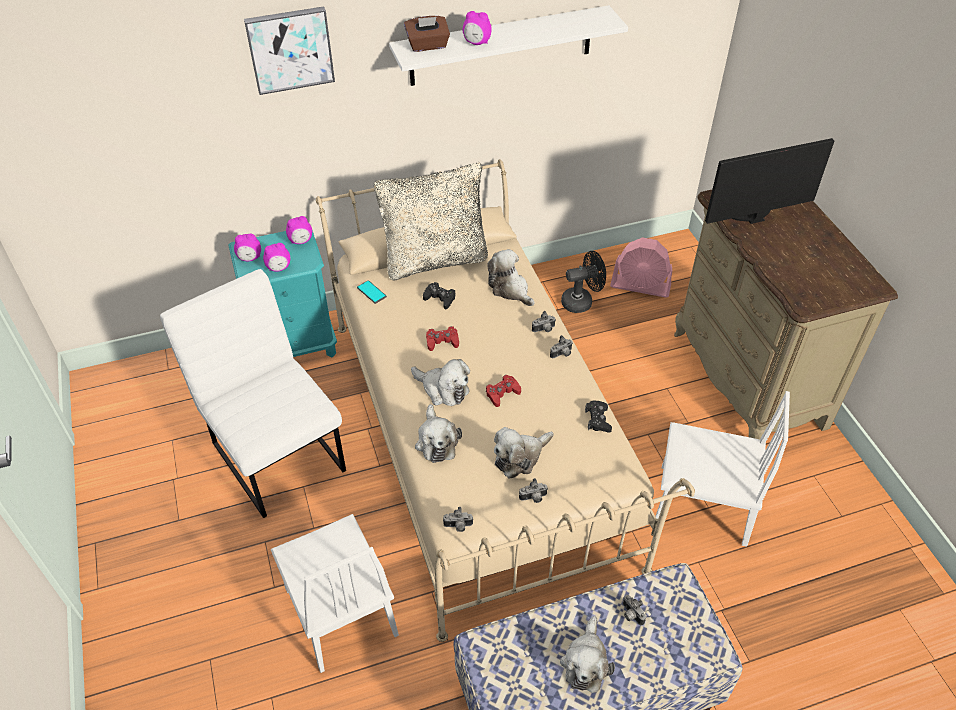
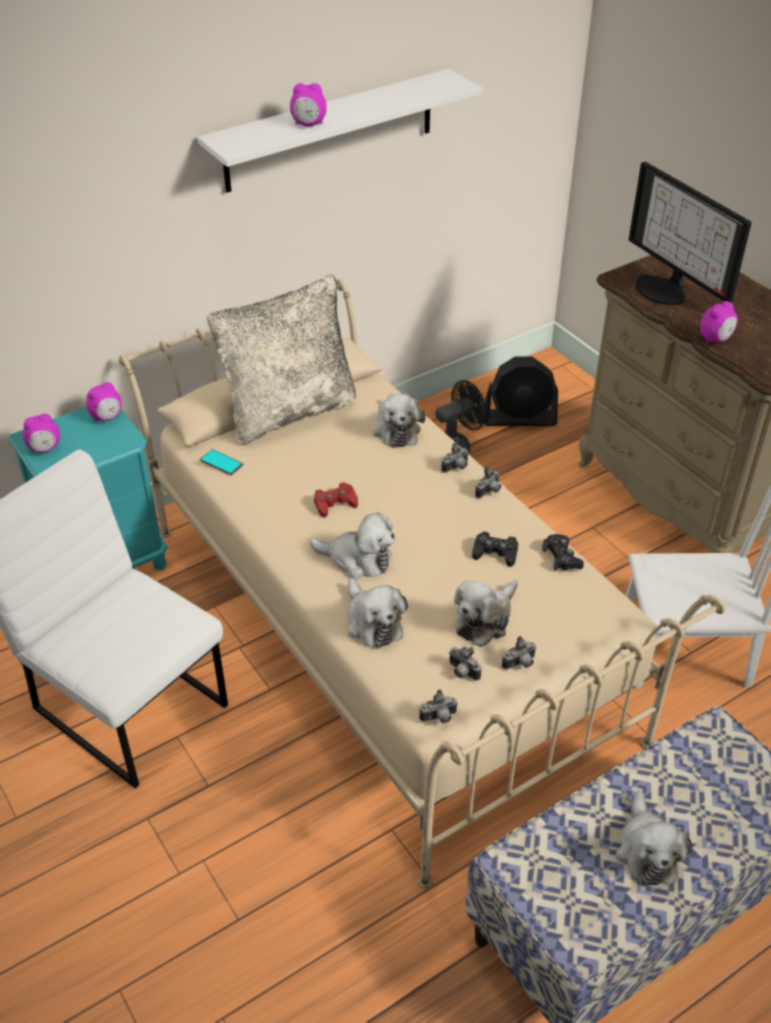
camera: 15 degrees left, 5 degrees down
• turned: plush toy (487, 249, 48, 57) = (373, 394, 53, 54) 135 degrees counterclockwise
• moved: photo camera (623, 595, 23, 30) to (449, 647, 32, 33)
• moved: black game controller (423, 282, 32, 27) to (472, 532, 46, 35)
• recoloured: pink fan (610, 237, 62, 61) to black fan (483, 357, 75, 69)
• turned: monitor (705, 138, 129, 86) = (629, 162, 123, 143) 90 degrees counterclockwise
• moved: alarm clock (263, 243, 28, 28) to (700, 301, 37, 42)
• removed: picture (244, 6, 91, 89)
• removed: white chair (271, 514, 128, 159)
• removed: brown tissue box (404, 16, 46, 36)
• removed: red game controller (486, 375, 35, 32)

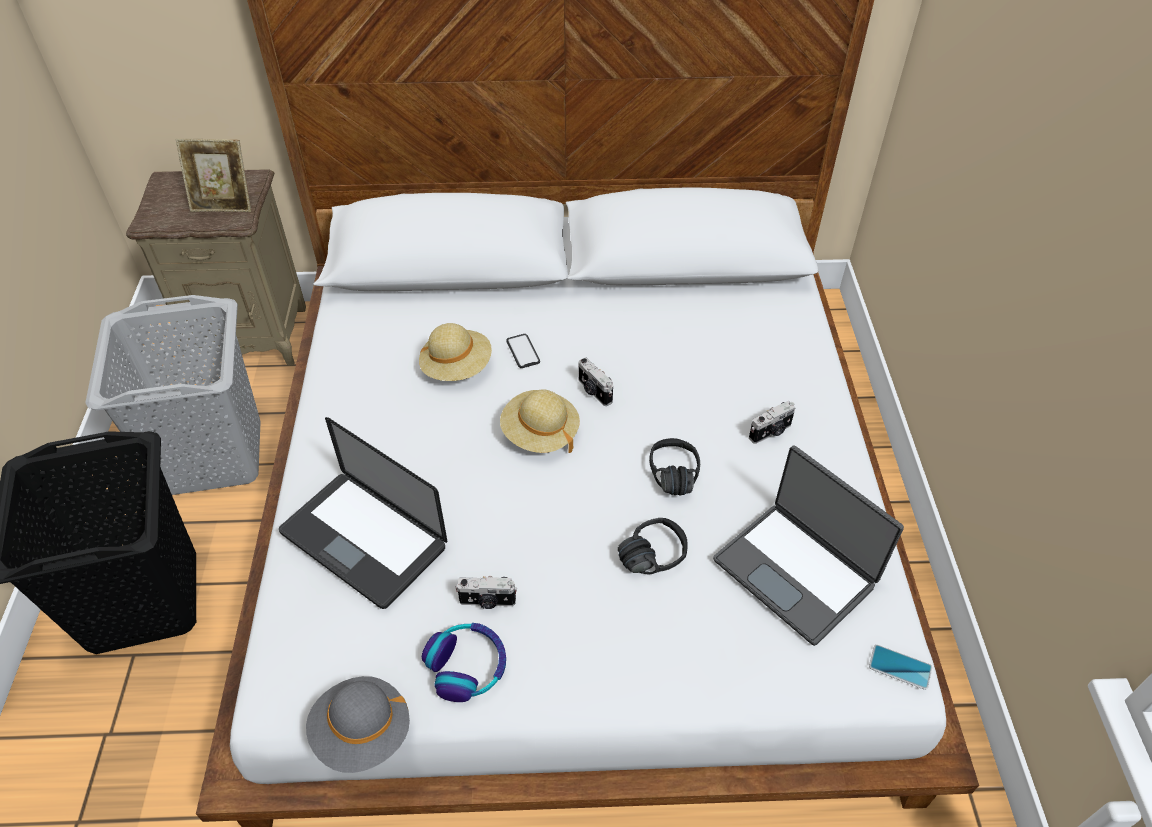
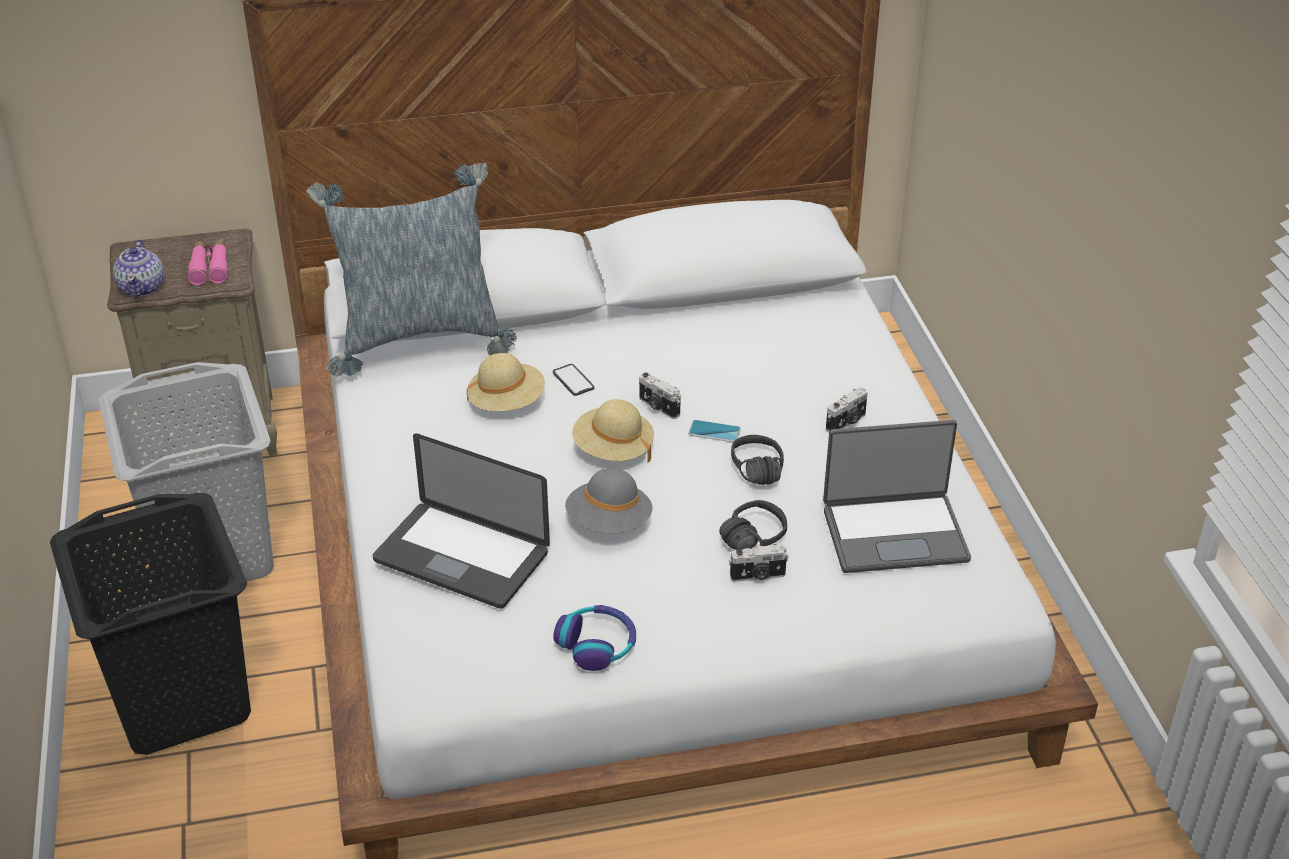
camera: 10 degrees left, 10 degrees down
• added: teapot (113, 239, 51, 58)
• replaced: picture frame (176, 139, 75, 73) to pink binoculars (187, 239, 41, 46)
• added: pillow (306, 163, 211, 214)
• moved: grey hat (306, 676, 104, 97) to (565, 468, 88, 66)
• moved: phone (869, 645, 63, 45) to (688, 420, 53, 22)
• moved: photo camera (455, 576, 62, 33) to (729, 544, 60, 38)
• turned: laptop (713, 445, 191, 201) = (823, 420, 148, 153) 45 degrees counterclockwise

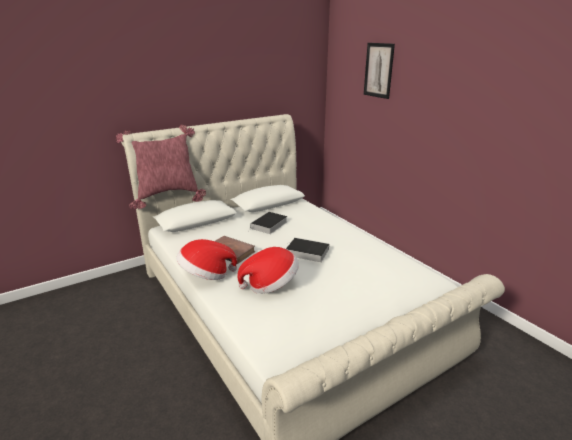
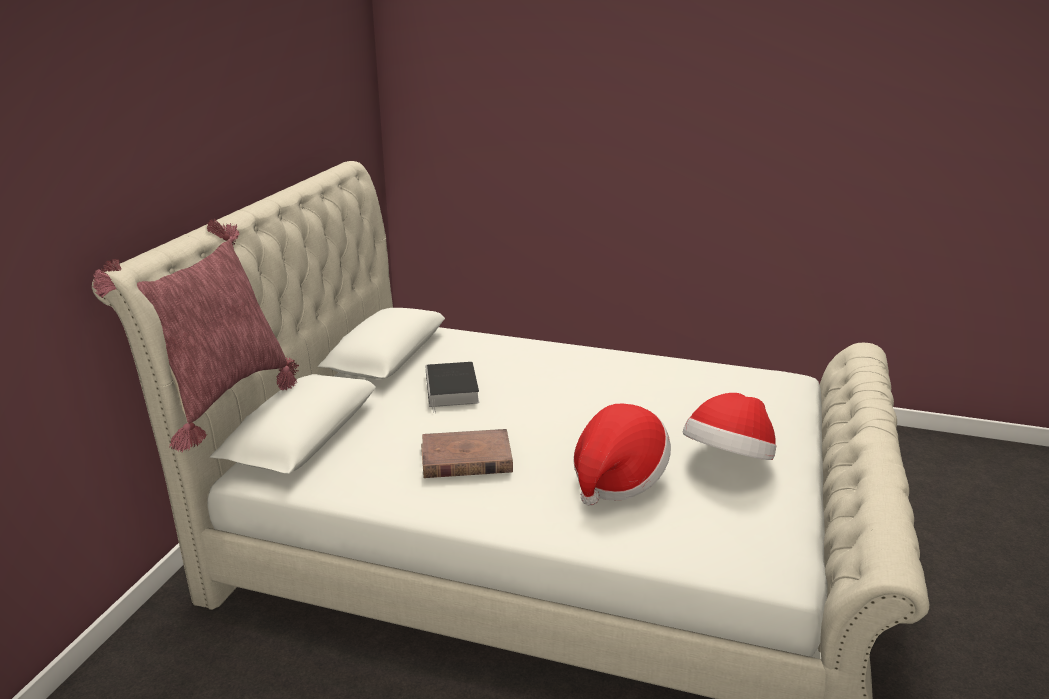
camera: 40 degrees left, 0 degrees up
• moved: hat (176, 239, 61, 41) to (683, 393, 93, 67)
• removed: book (286, 238, 43, 24)
• removed: picture (364, 43, 31, 56)

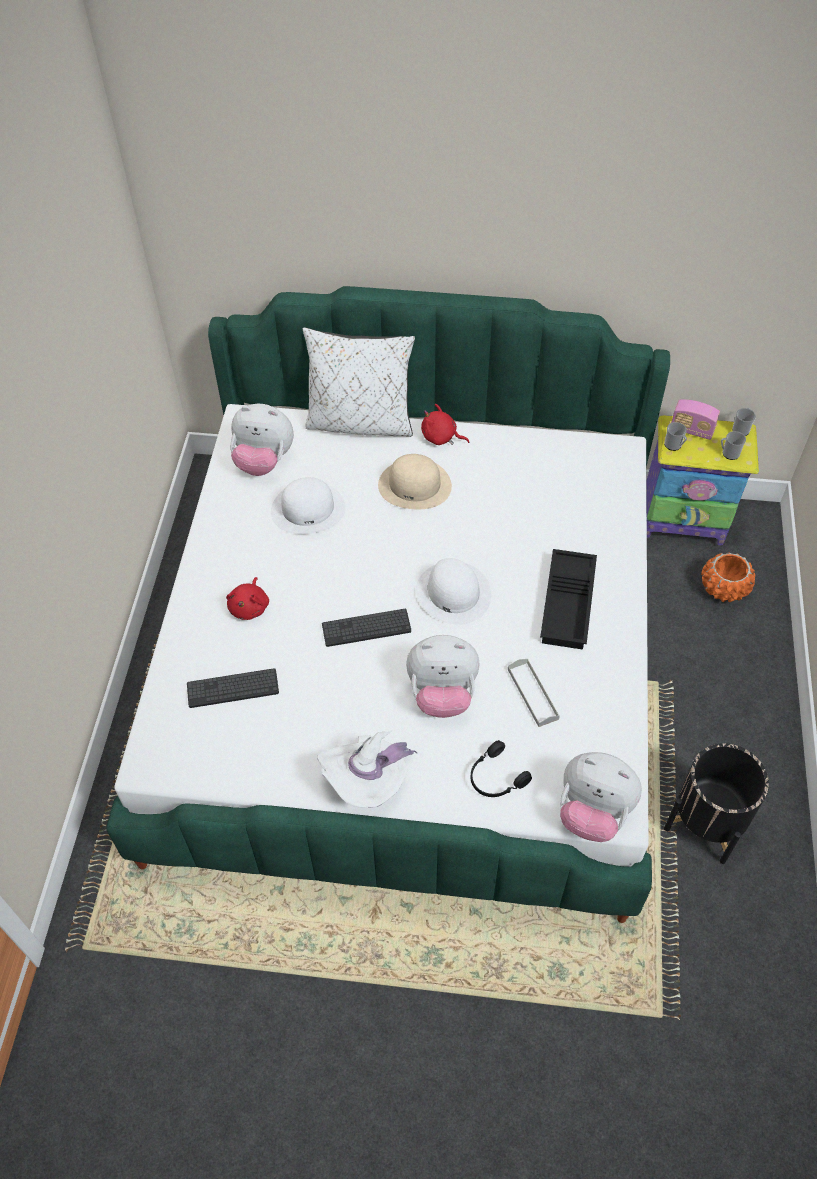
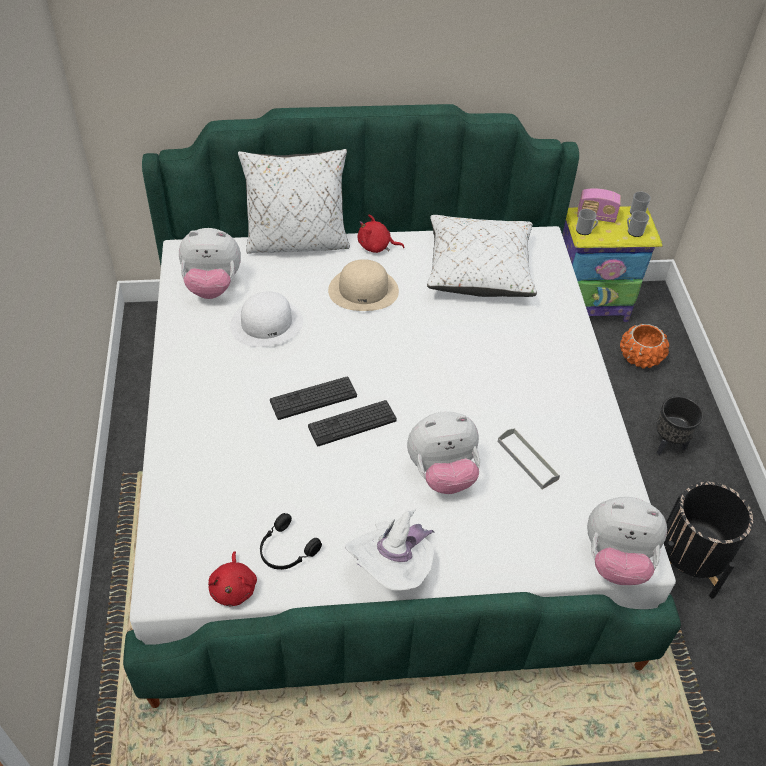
camera: 15 degrees left, 5 degrees down
• moved: red plush toy (226, 577, 43, 43) to (208, 551, 49, 56)
• moved: black headphones (471, 740, 61, 57) to (260, 513, 62, 57)
• moved: keyboard (187, 668, 92, 40) to (270, 376, 87, 44)
• added: white pillow (427, 215, 110, 82)
• added: black planter (656, 396, 47, 59)
• removed: white hat (416, 558, 75, 67)
• removed: black tray (540, 549, 57, 101)

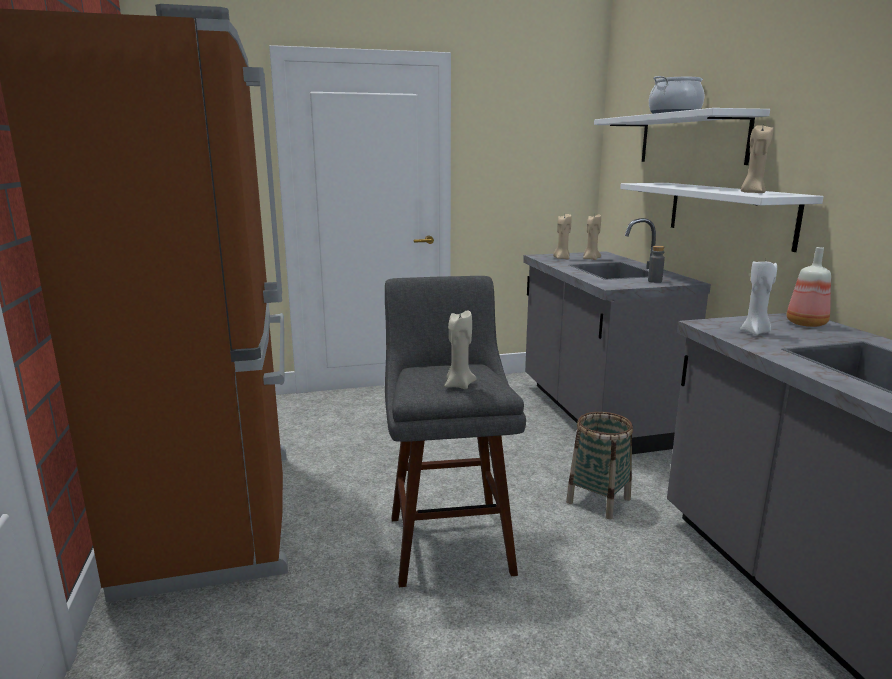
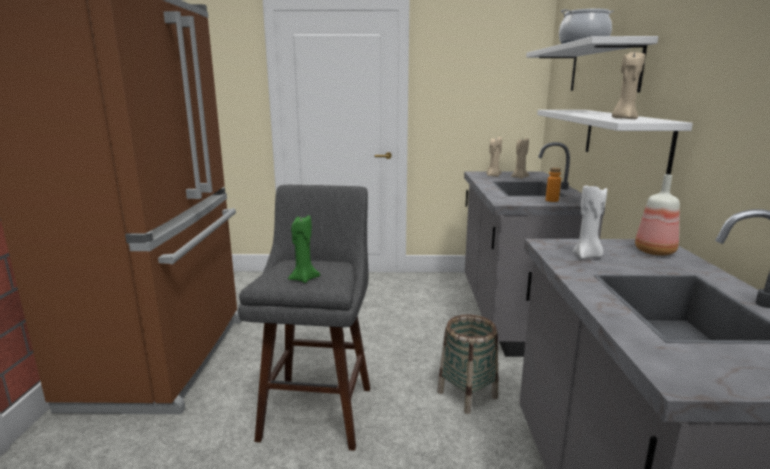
camera: 15 degrees right, 0 degrees up
• recoloured: beige candle (444, 310, 32, 79) to green candle (288, 214, 32, 69)
• recoloured: grey bottle (648, 246, 17, 37) to orange bottle (546, 168, 15, 34)

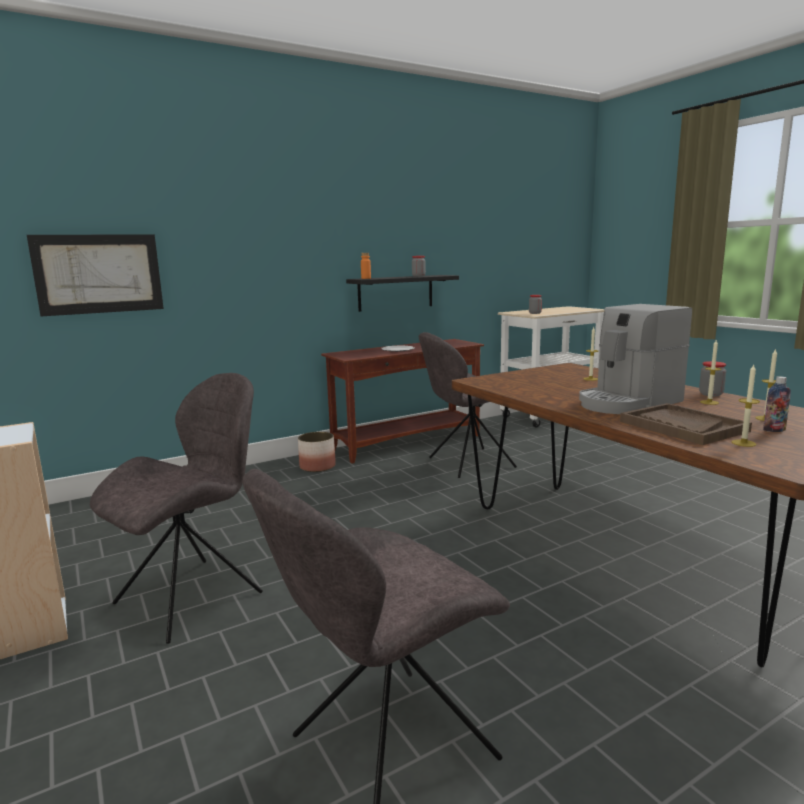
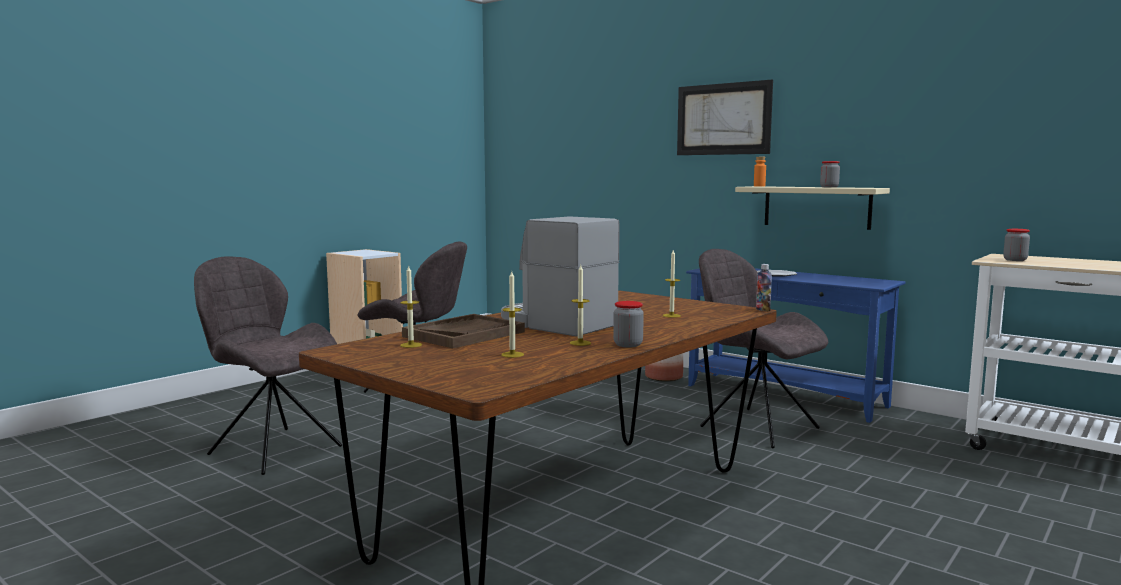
camera: 70 degrees right, 5 degrees down
• moved: picture (27, 234, 137, 82) to (677, 80, 96, 75)
• recoloured: brown console table (321, 339, 163, 125) to blue console table (686, 268, 219, 155)
• recoloured: black shelf (346, 275, 113, 37) to beige shelf (735, 186, 155, 44)
• moved: bottle (763, 376, 28, 56) to (756, 264, 16, 47)

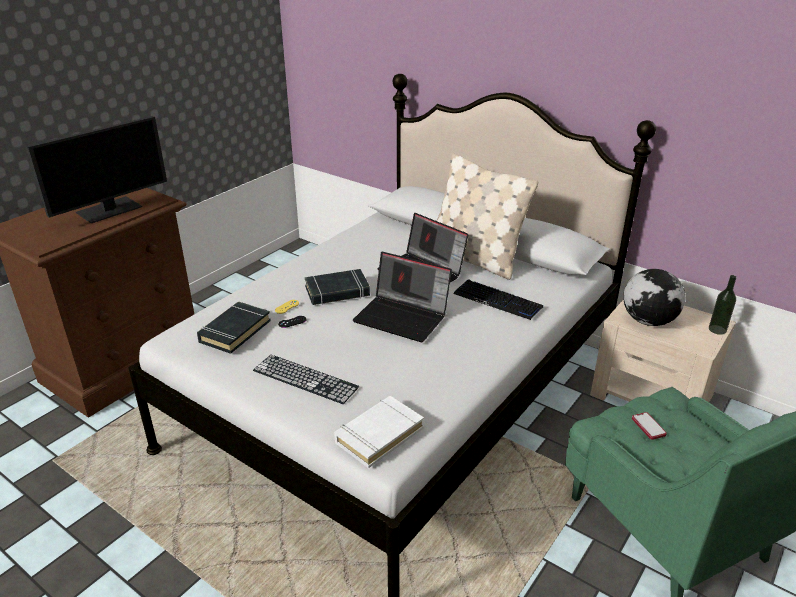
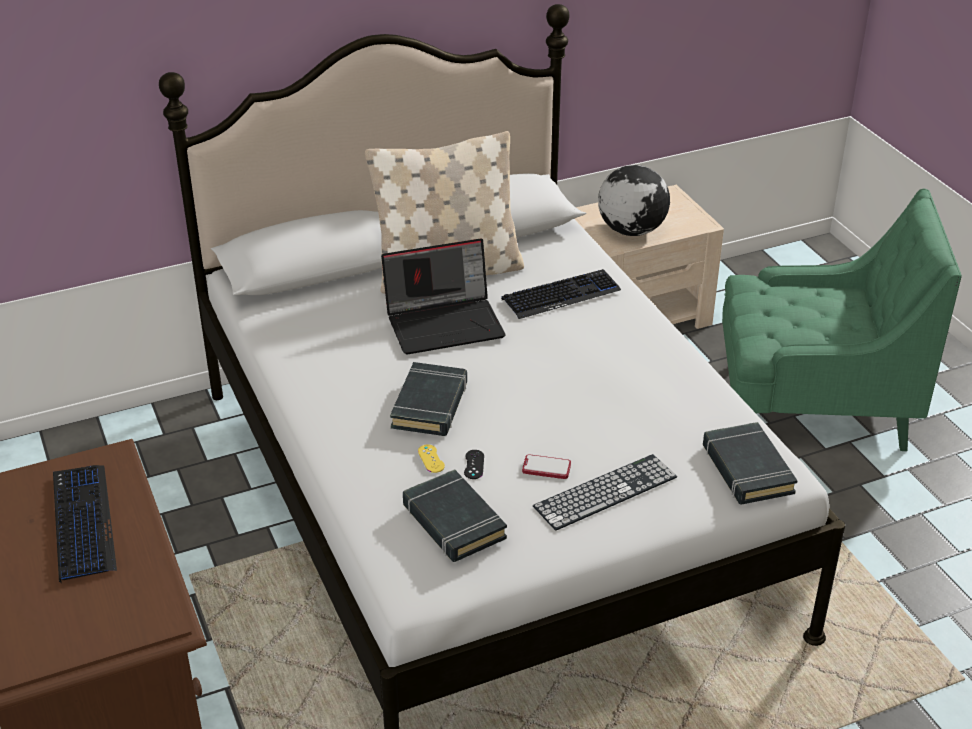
camera: 60 degrees left, 5 degrees up
• replaced: monitor (26, 116, 141, 107) to keyboard (53, 465, 64, 118)
• moved: phone (632, 412, 35, 28) to (522, 454, 49, 25)
• recoloured: white book (334, 396, 90, 72) to black book (703, 422, 95, 83)
• removed: laptop (353, 251, 99, 91)
• removed: bottle (709, 275, 28, 60)

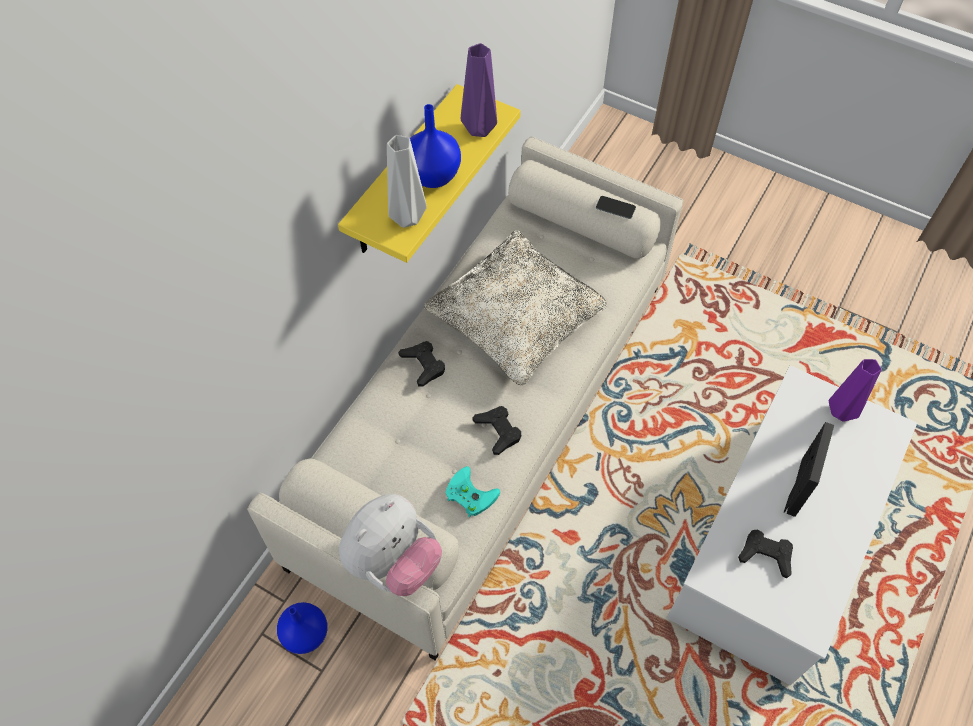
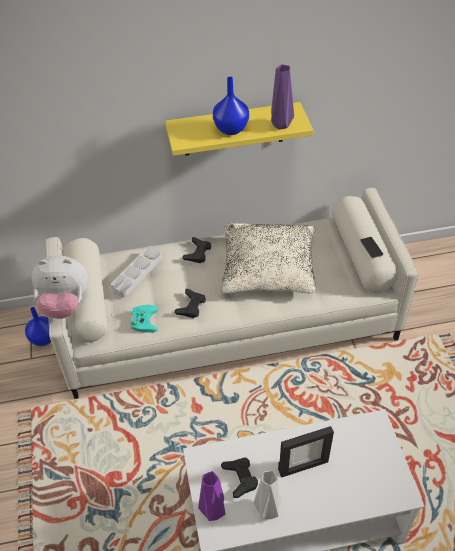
camera: 50 degrees right, 10 degrees down
• added: grey tray (111, 246, 51, 51)
• moved: purple vase (829, 359, 53, 63) to (198, 471, 27, 50)
• moved: grey vase (387, 135, 40, 93) to (254, 471, 27, 49)

